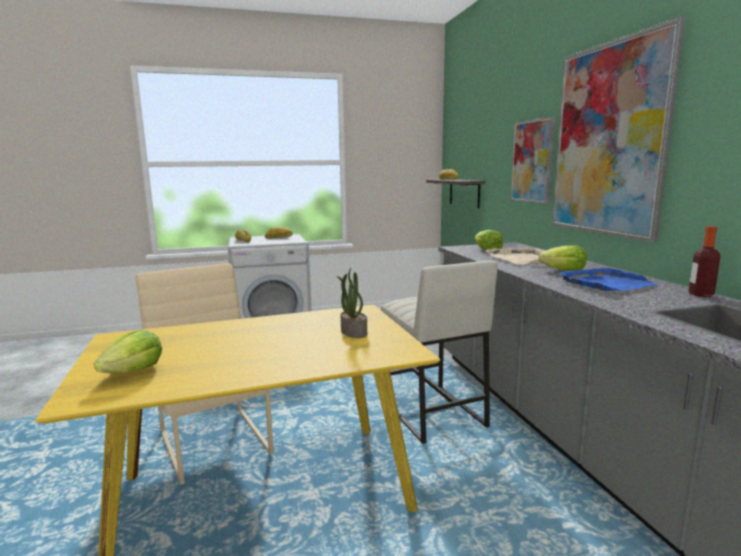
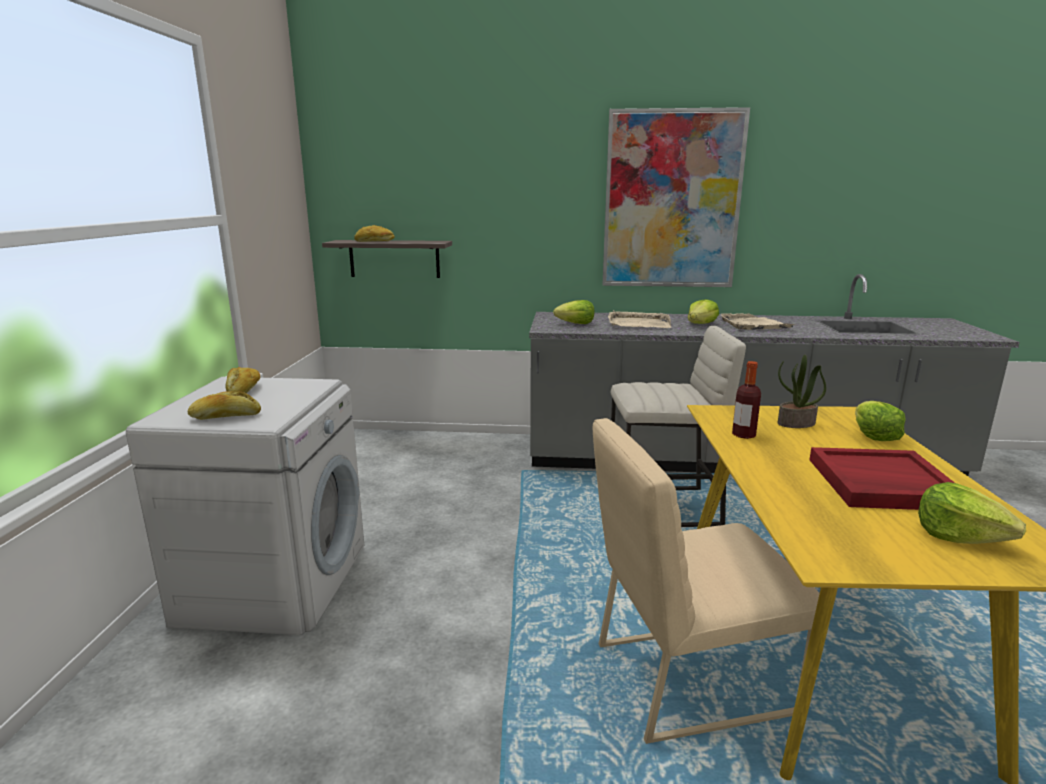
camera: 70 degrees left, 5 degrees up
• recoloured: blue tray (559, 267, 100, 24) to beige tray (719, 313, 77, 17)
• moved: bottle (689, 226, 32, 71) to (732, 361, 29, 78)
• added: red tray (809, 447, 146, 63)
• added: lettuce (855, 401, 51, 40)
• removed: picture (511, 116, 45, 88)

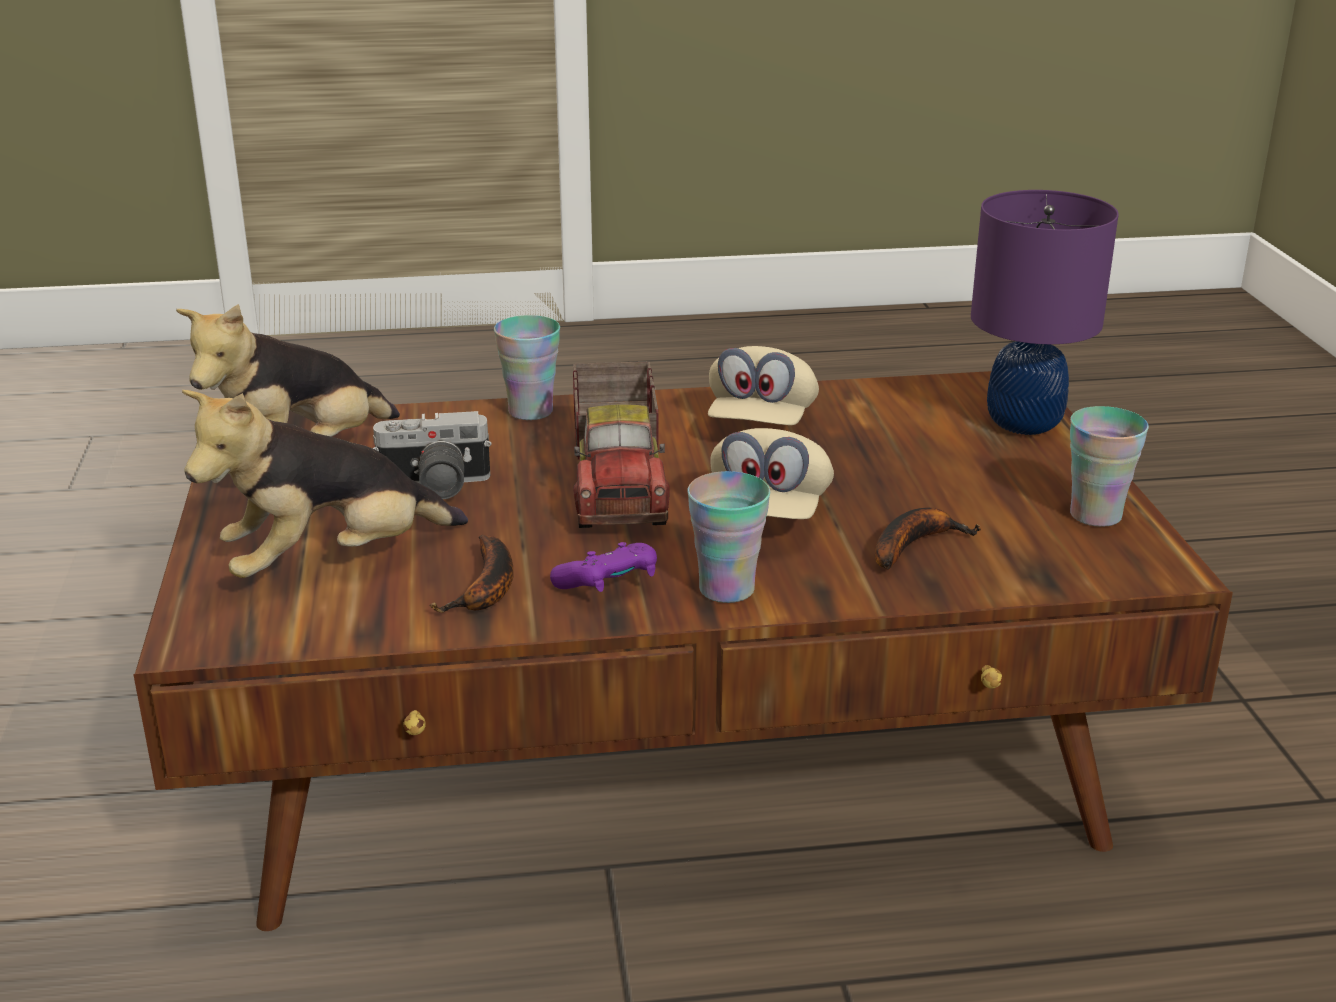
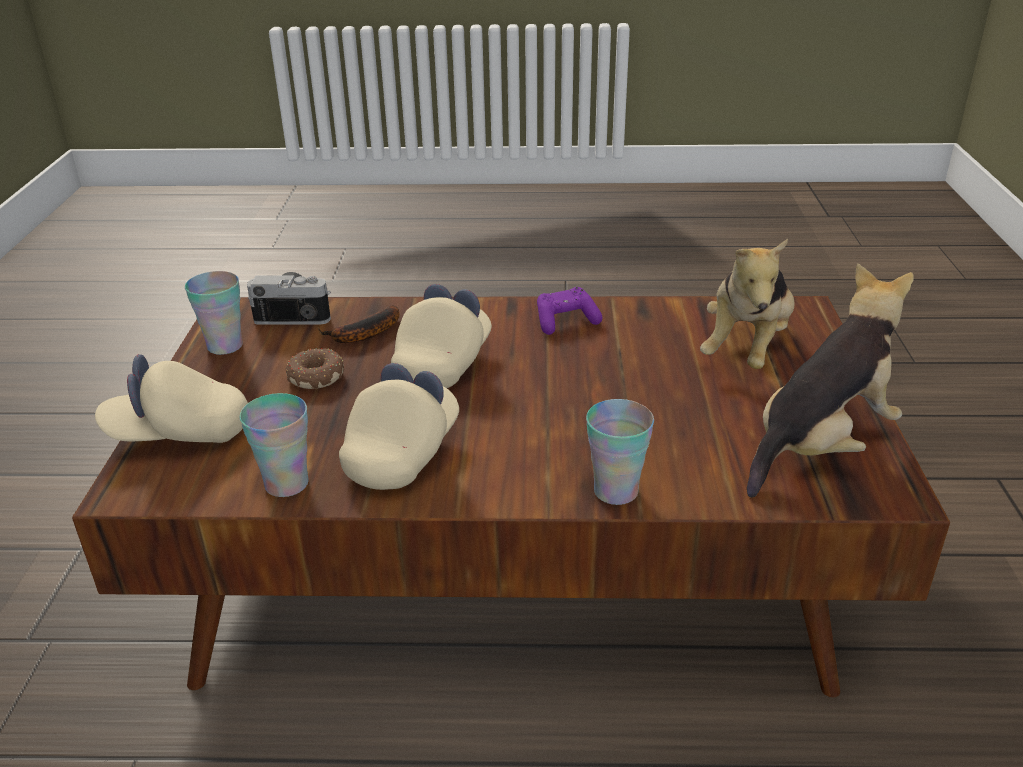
camera: 170 degrees left, 5 degrees up
• replaced: purple table lamp (971, 190, 148, 245) to beige cap (95, 354, 153, 89)
• moved: cup (687, 471, 83, 132) to (239, 393, 70, 104)
• moved: photo camera (372, 411, 120, 88) to (247, 272, 84, 53)
• added: donut (286, 348, 58, 41)
• turned: plush toy (182, 390, 286, 188) = (700, 239, 94, 130) 135 degrees clockwise
• removed: banana (430, 535, 84, 78)
• removed: toy truck (573, 361, 97, 167)

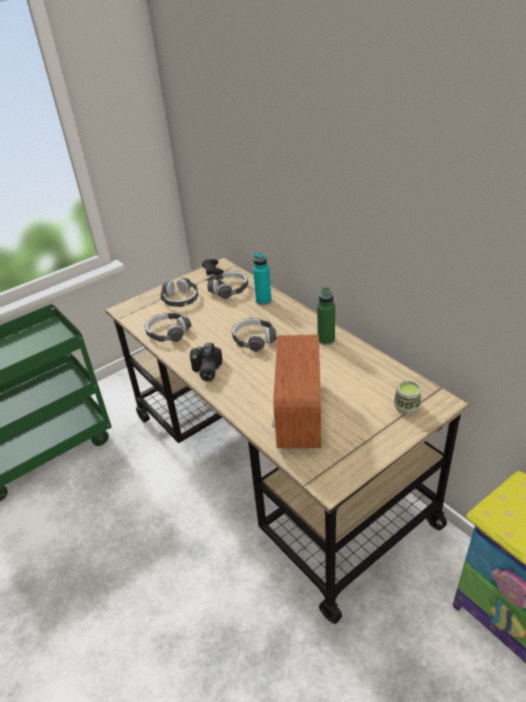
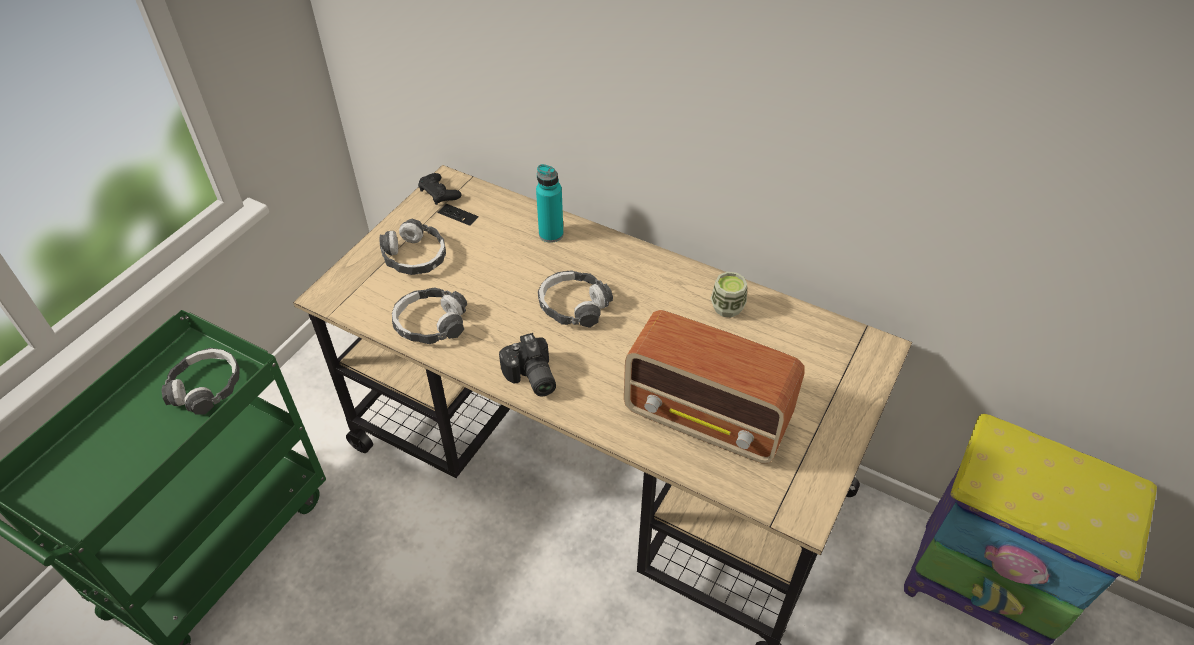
camera: 25 degrees left, 10 degrees up
• moved: headphones (207, 271, 41, 28) to (161, 348, 79, 66)
• turned: radio (272, 334, 49, 114) = (624, 310, 181, 153) 45 degrees counterclockwise
• moved: cup (394, 380, 27, 35) to (710, 272, 37, 46)
• removed: green bottle (317, 287, 18, 58)

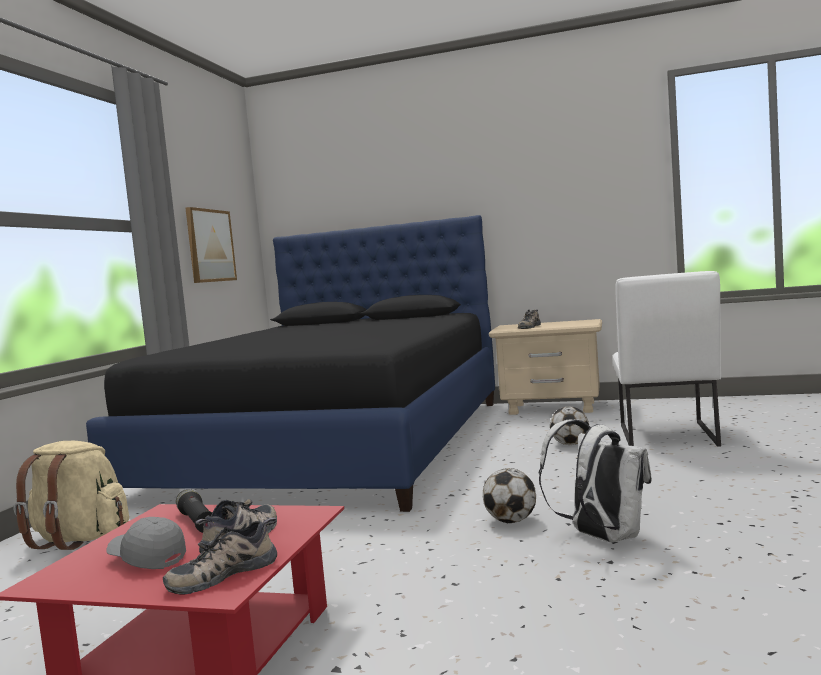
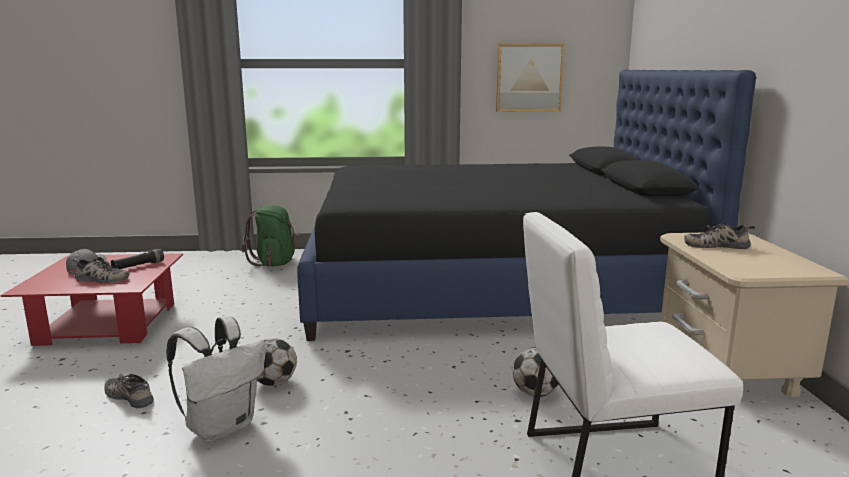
camera: 70 degrees right, 10 degrees up
• moved: shoe (163, 517, 114, 78) to (104, 374, 50, 34)
• recoloured: beige backpack (14, 441, 115, 109) to green backpack (242, 205, 57, 62)

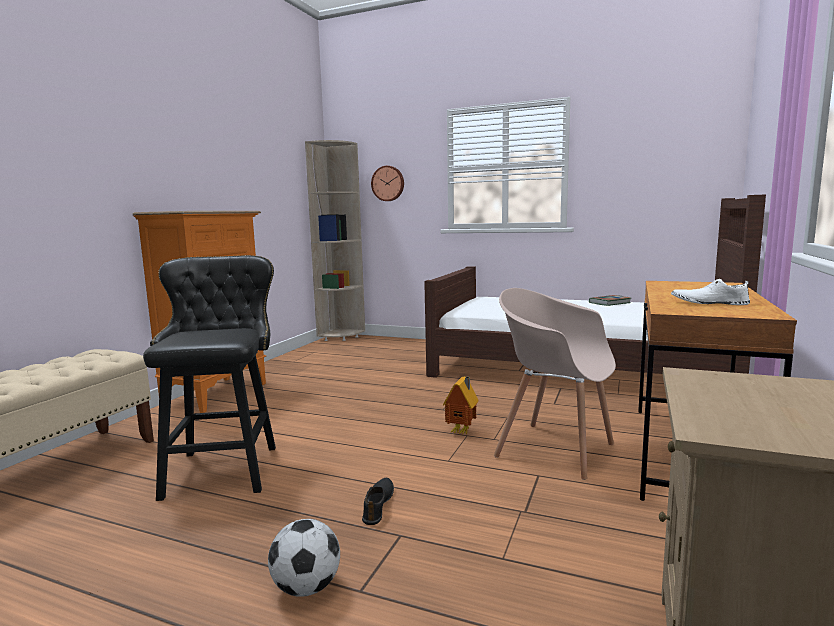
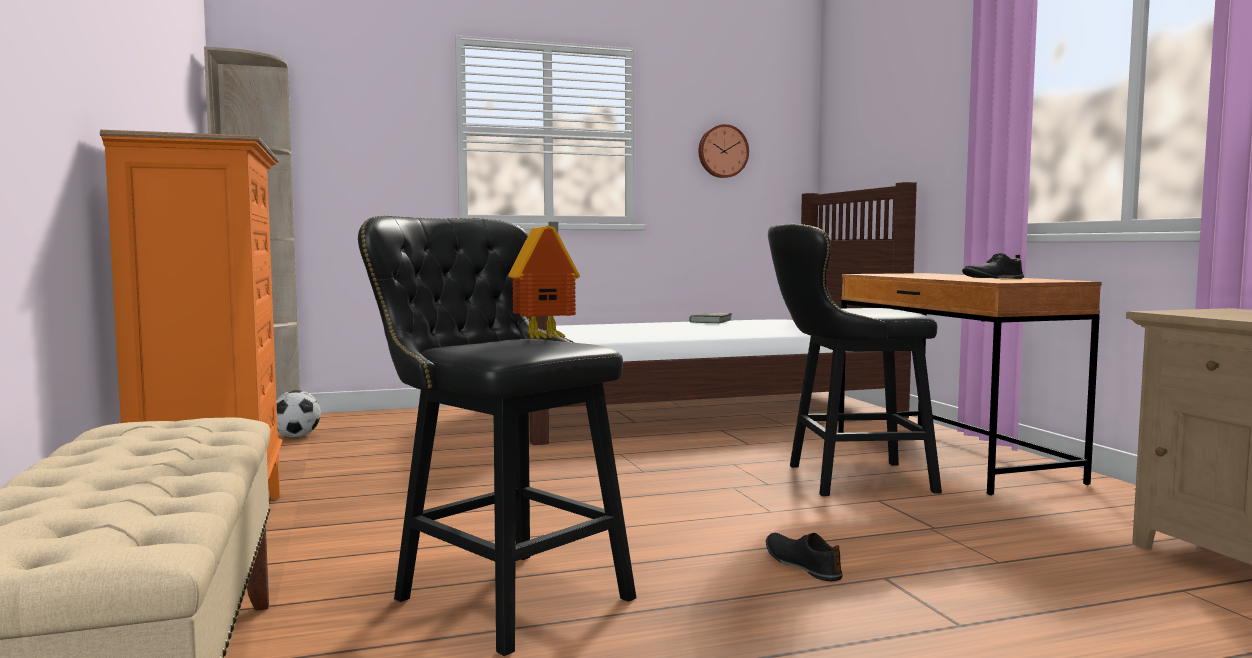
camera: 40 degrees left, 5 degrees down
• moved: football (268, 519, 72, 78) to (276, 390, 45, 47)
• moved: toy house (443, 376, 36, 58) to (508, 222, 72, 117)
• moved: wall clock (371, 166, 33, 35) to (699, 124, 50, 54)
• replaced: beige chair (494, 288, 122, 192) to black stool (768, 224, 174, 272)
• recoloured: white shoe (671, 279, 79, 26) to black shoe (962, 253, 62, 26)

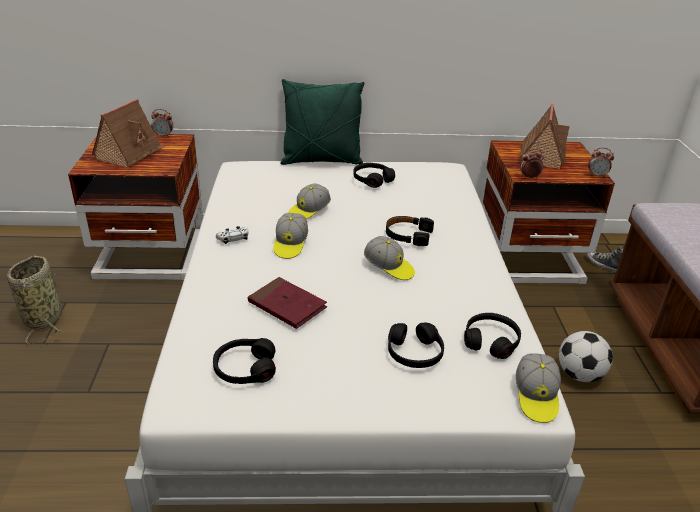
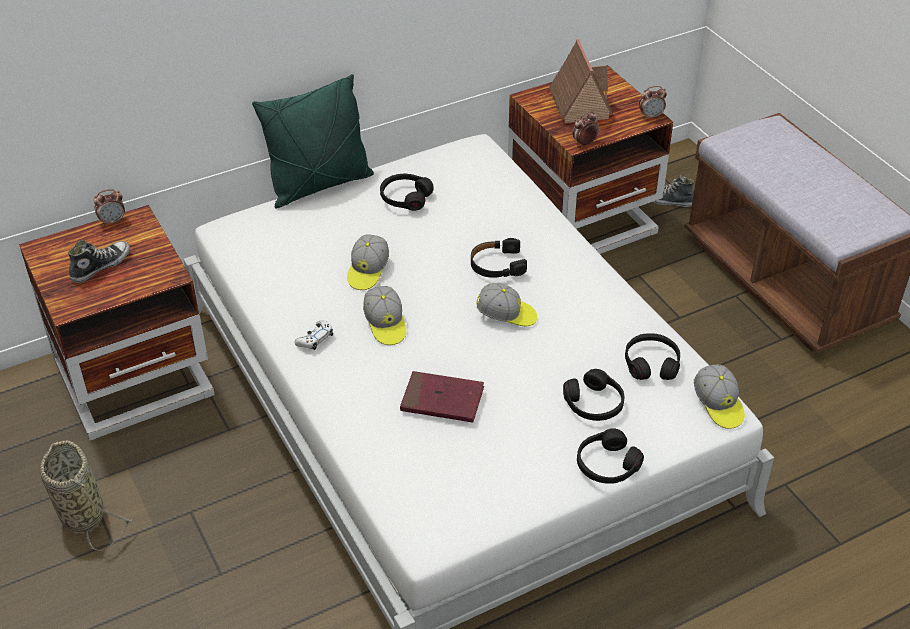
camera: 25 degrees left, 10 degrees up
• replaced: toy house (92, 99, 73, 69) to shoe (68, 240, 62, 43)
• moved: black headphones (213, 338, 63, 46) to (577, 428, 67, 56)
• removed: football (559, 331, 54, 51)

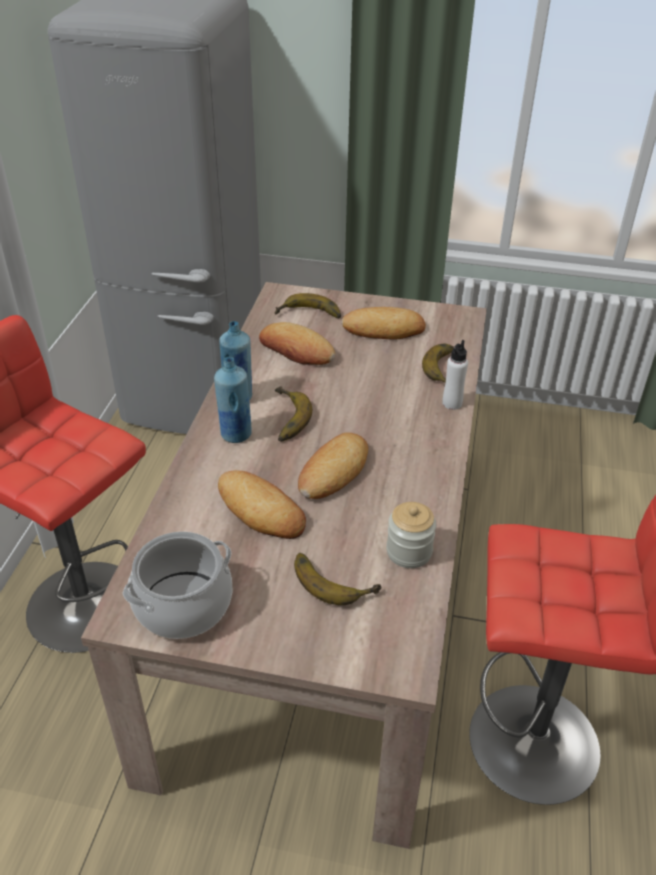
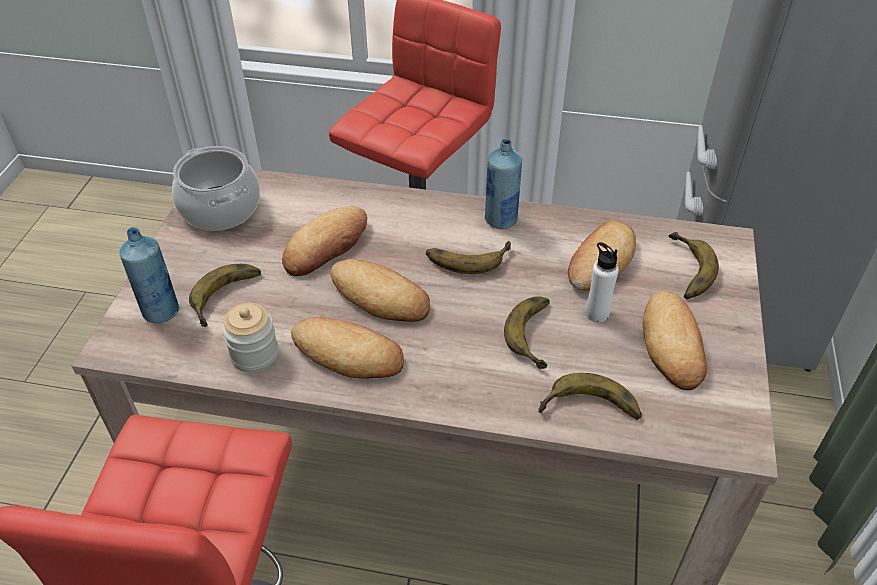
camera: 90 degrees right, 5 degrees up
• moved: blue bottle (214, 357, 38, 86) to (119, 227, 60, 97)
• added: bread (291, 317, 113, 62)
• added: banana (504, 296, 46, 73)
• moved: white bottle (442, 340, 26, 70) to (585, 242, 34, 80)

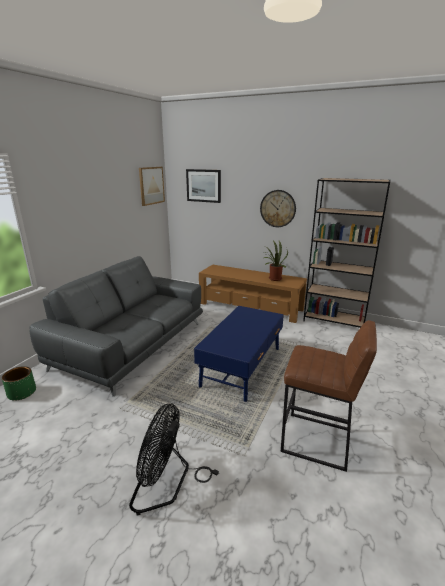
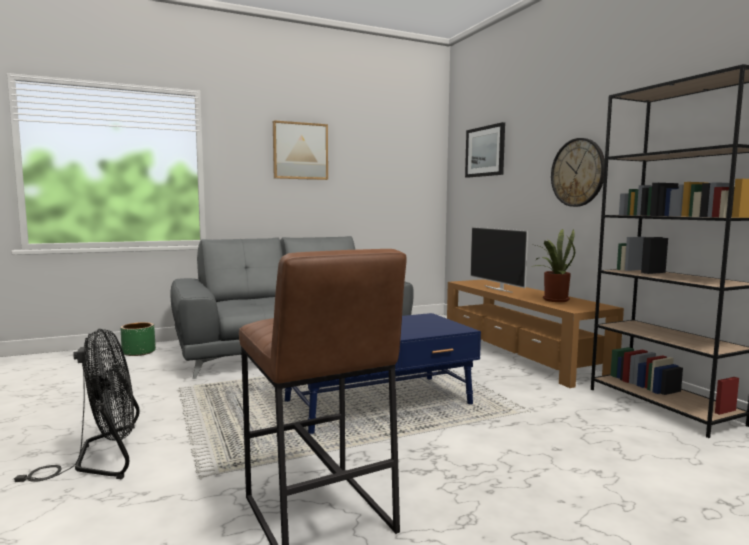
camera: 40 degrees right, 15 degrees down
• turned: black fan (129, 403, 91, 112) = (14, 329, 125, 153) 105 degrees clockwise
• moved: picture (139, 167, 26, 39) to (273, 120, 55, 60)
• added: television (470, 227, 58, 66)

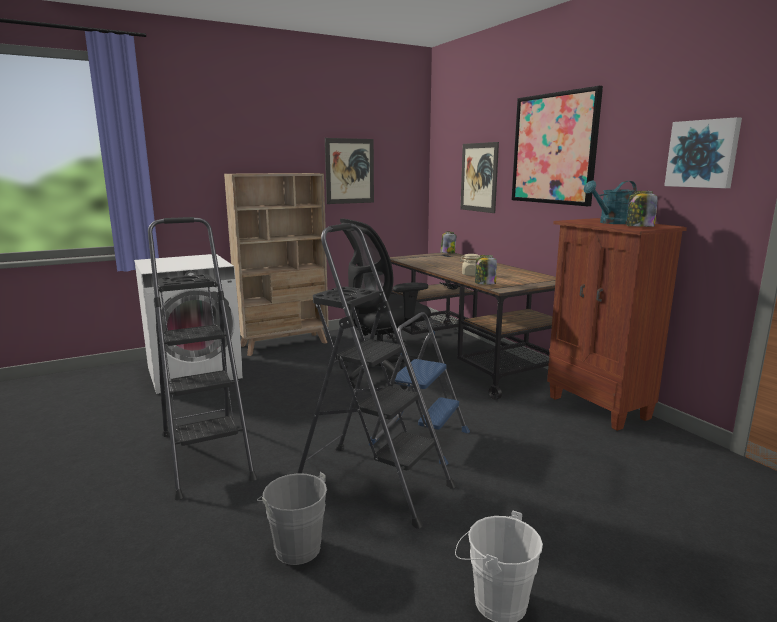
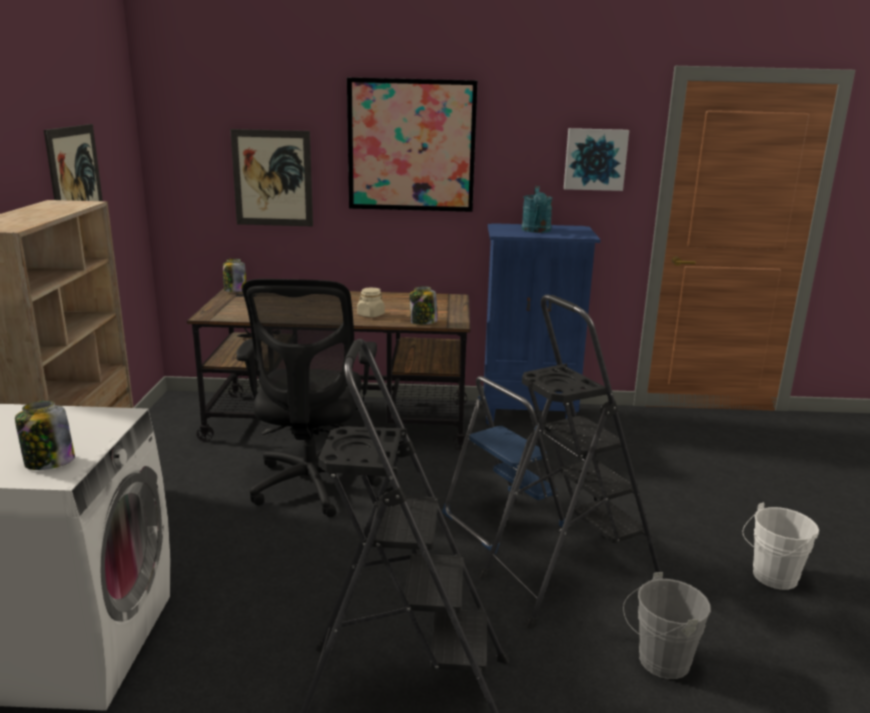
camera: 60 degrees left, 5 degrees up
• moved: jar (626, 191, 32, 36) to (15, 401, 60, 69)
• recoloured: brown cabinet (547, 218, 140, 213) to blue cabinet (484, 223, 117, 201)

